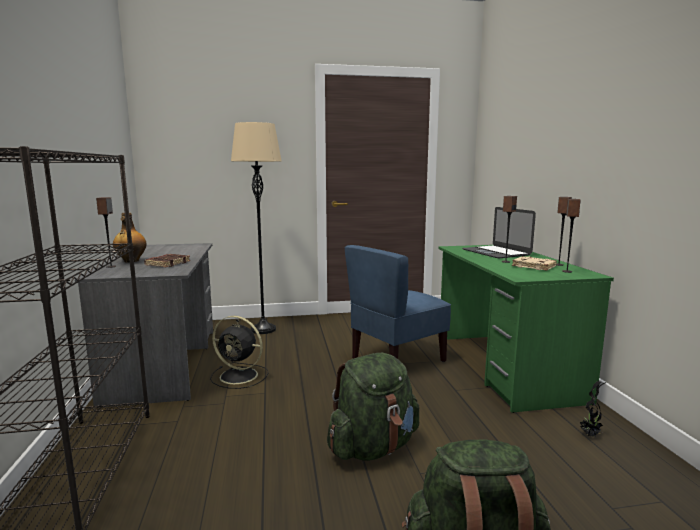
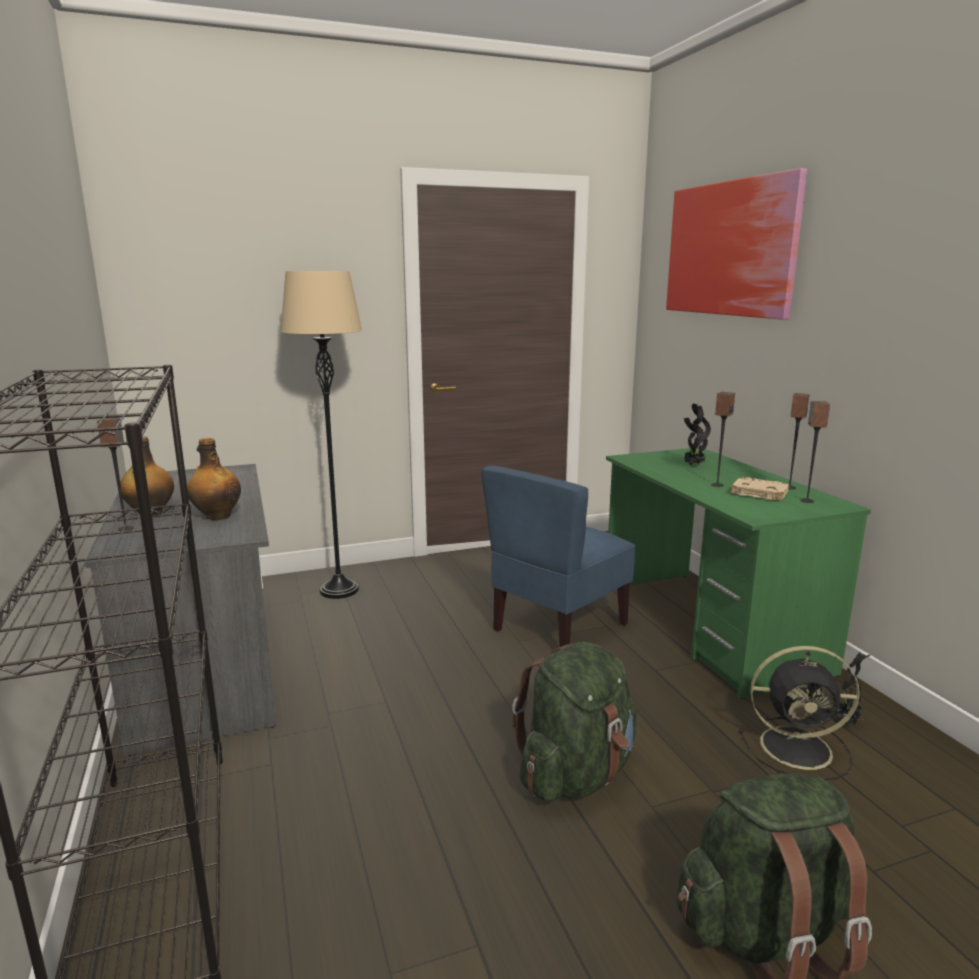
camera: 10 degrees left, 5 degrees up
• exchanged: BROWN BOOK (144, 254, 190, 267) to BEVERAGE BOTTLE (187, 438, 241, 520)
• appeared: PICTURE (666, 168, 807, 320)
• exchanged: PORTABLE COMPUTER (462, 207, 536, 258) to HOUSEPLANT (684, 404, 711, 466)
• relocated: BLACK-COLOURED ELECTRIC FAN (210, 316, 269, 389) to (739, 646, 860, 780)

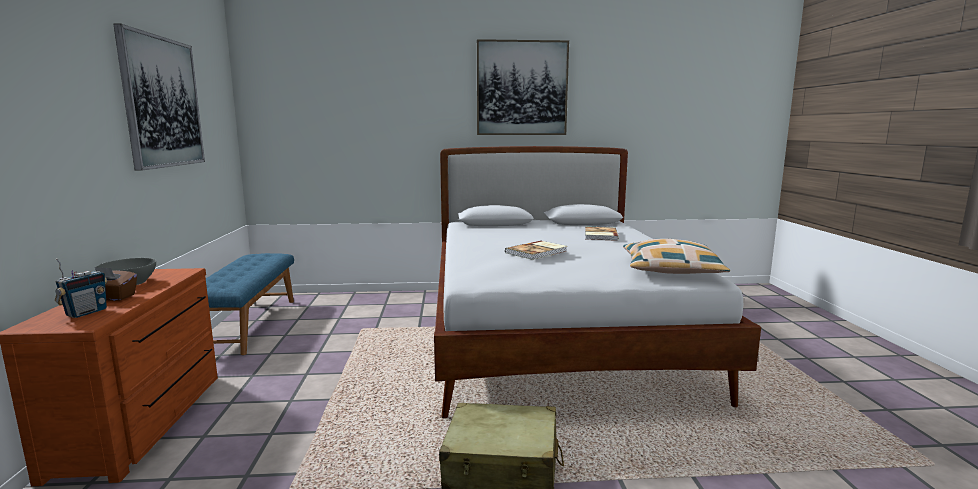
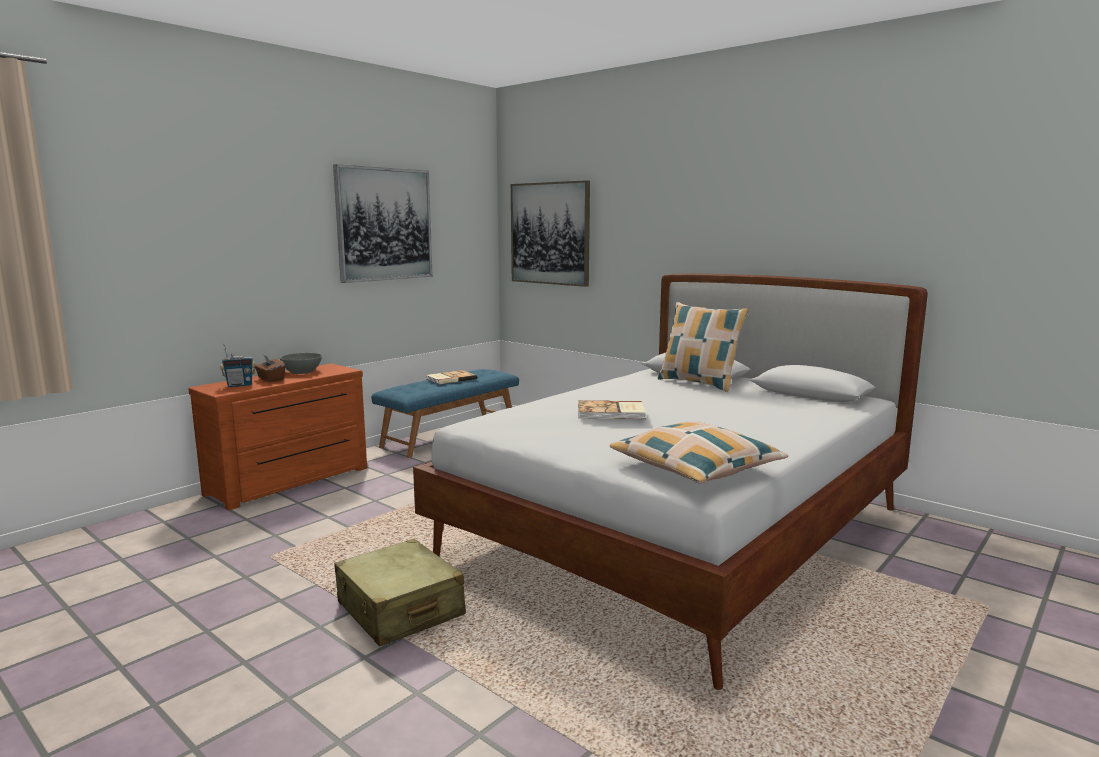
camera: 45 degrees right, 0 degrees up
• relocated: BOOK (585, 227, 619, 241) to (426, 370, 477, 384)
• relocated: PICTURE (477, 39, 569, 135) to (511, 180, 590, 287)
• appeared: PILLOW (658, 302, 748, 392)

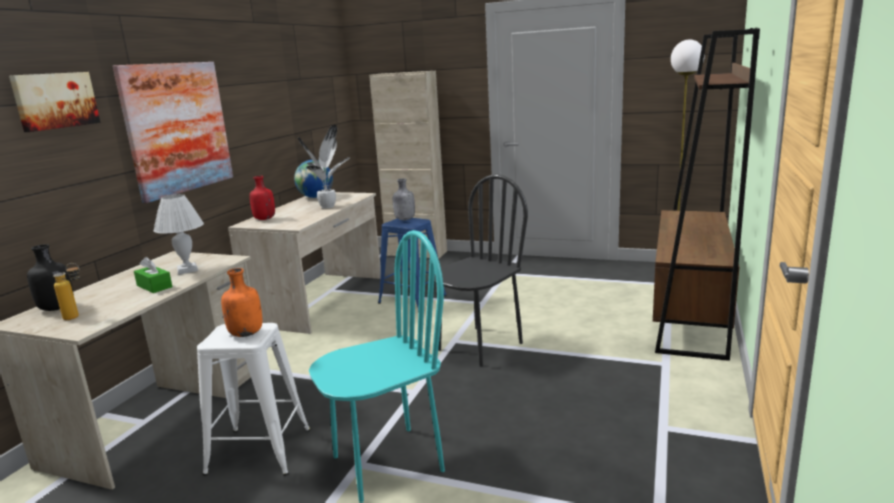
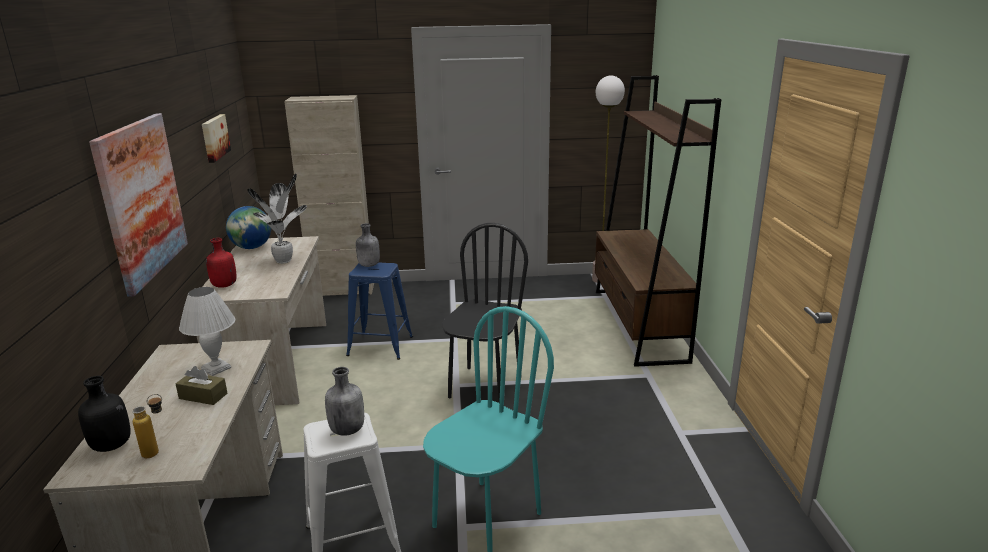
camera: 25 degrees left, 5 degrees up
• colour: GREENISH TISSUE BOX (134, 257, 173, 293) to BROWN TISSUE BOX (175, 366, 228, 405)
• relocated: PICTURE (9, 72, 101, 132) to (202, 114, 231, 163)
• colour: ORANGE BEVERAGE BOTTLE (221, 268, 262, 337) to GRAY BEVERAGE BOTTLE (325, 367, 364, 436)

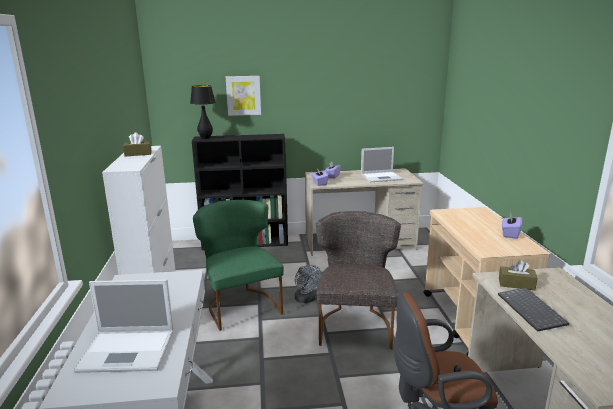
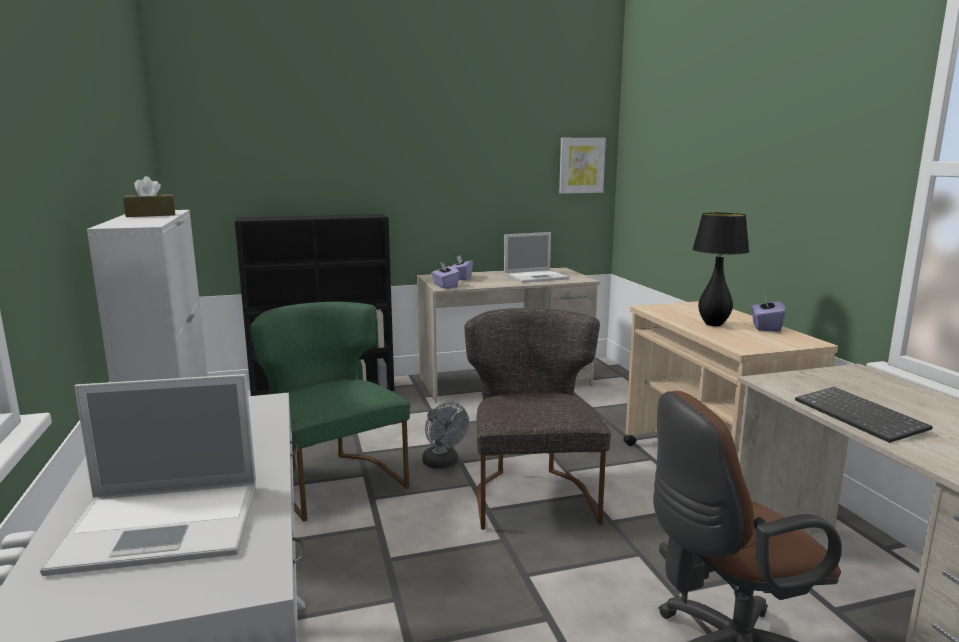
camera: 10 degrees left, 5 degrees down
• relocated: PICTURE (226, 76, 261, 116) to (559, 138, 606, 194)
• relocated: BLACK-COLOURED LAMP FOR A TABLE (190, 85, 216, 139) to (693, 213, 749, 326)
• missing: BROWN TISSUE BOX (499, 260, 537, 290)

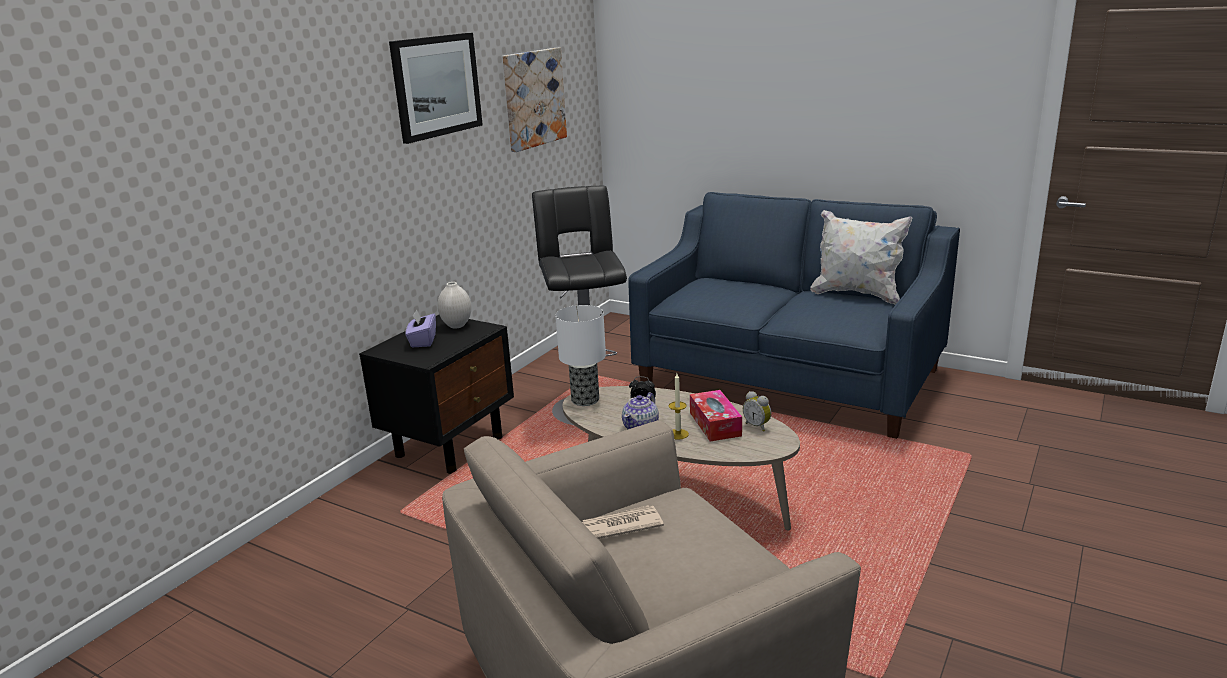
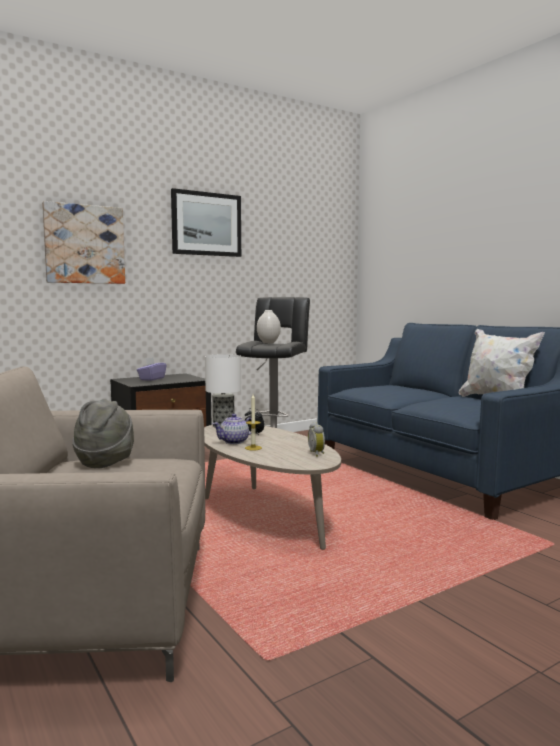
camera: 25 degrees right, 15 degrees down
• relocated: PICTURE (502, 48, 567, 152) to (42, 201, 125, 284)
• exchanged: NEWSPAPER (582, 505, 664, 539) to GRAY CLOTHING HAT (72, 399, 134, 468)
• relocated: WHITE DECORATIVE VASE (438, 282, 472, 328) to (257, 310, 281, 343)
• missing: TISSUE BOX (690, 390, 742, 441)

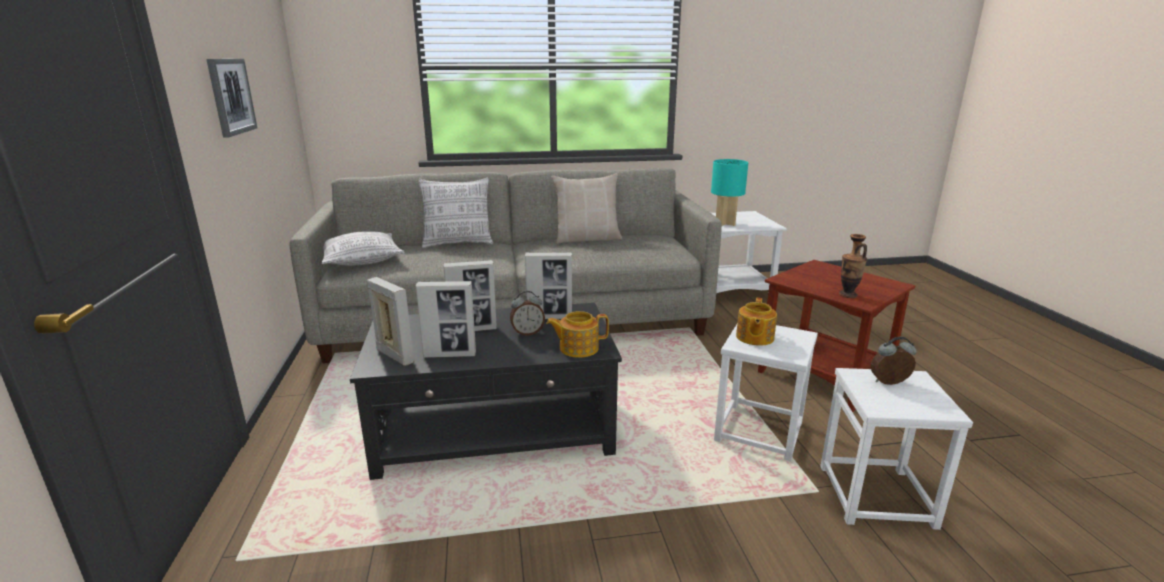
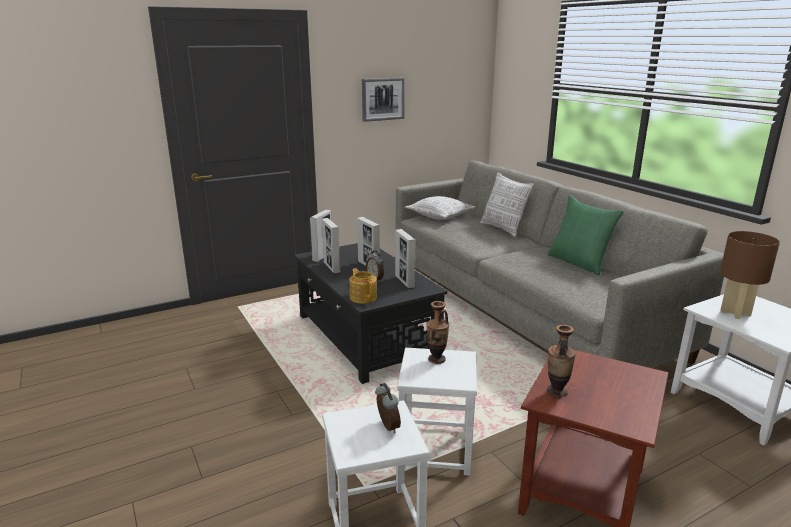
camera: 70 degrees right, 0 degrees up
• exchanged: TEA POT (736, 298, 777, 346) to DECORATIVE VASE (426, 301, 449, 364)
• colour: BEIGE PILLOW (552, 173, 622, 244) to GREENISH PILLOW (548, 196, 624, 275)
• colour: TURQUOISE-COLOURED LAMP FOR A TABLE (711, 159, 748, 226) to BROWN LAMP FOR A TABLE (720, 231, 780, 319)

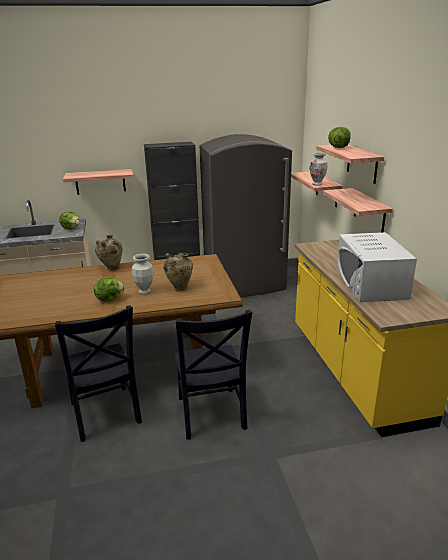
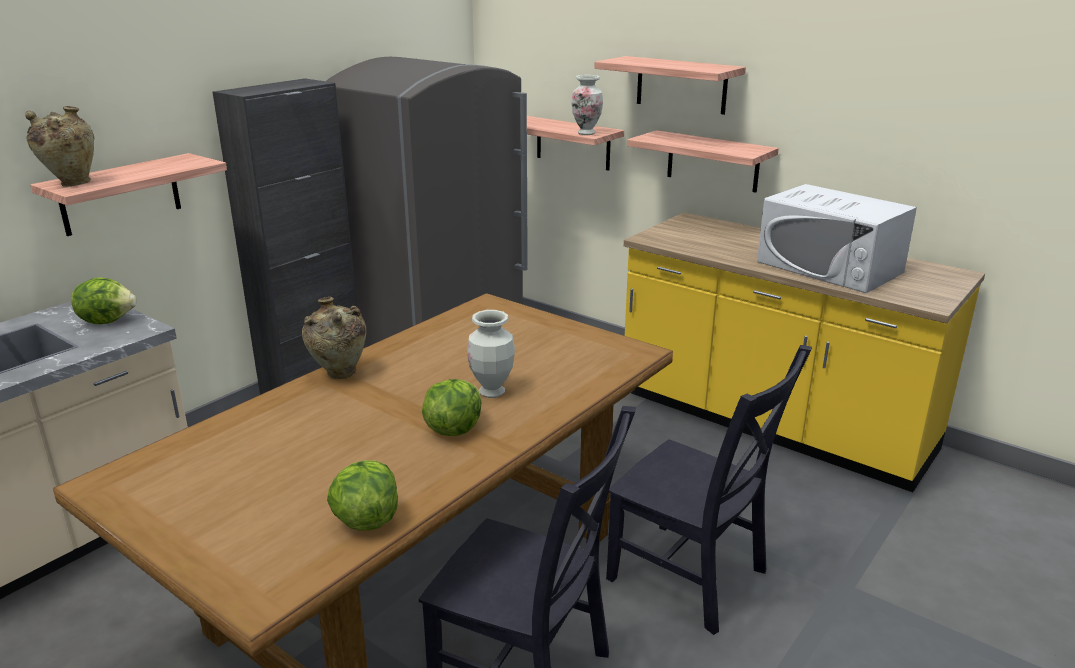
camera: 40 degrees left, 0 degrees up
• relocated: BEIGE DECORATIVE VASE (163, 253, 193, 291) to (25, 106, 94, 187)
• relocated: HEAD OF LETTUCE (328, 127, 351, 148) to (327, 460, 398, 531)

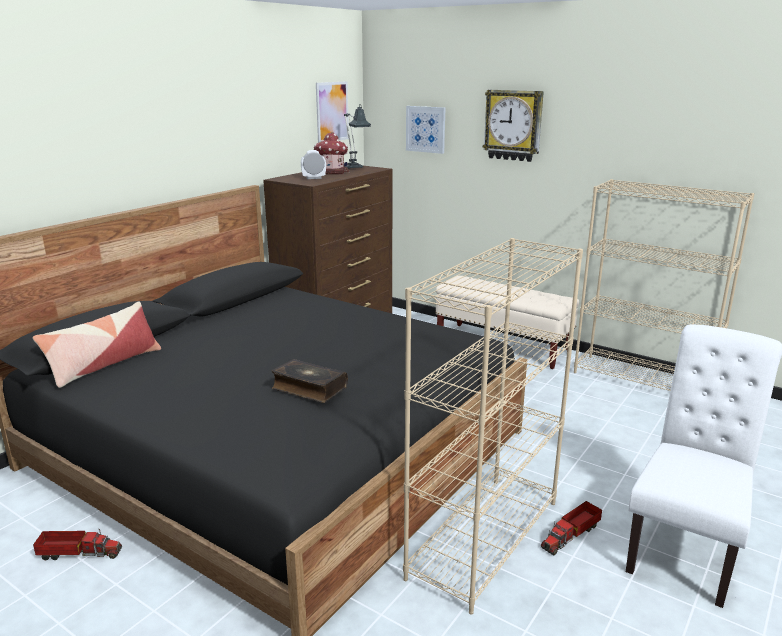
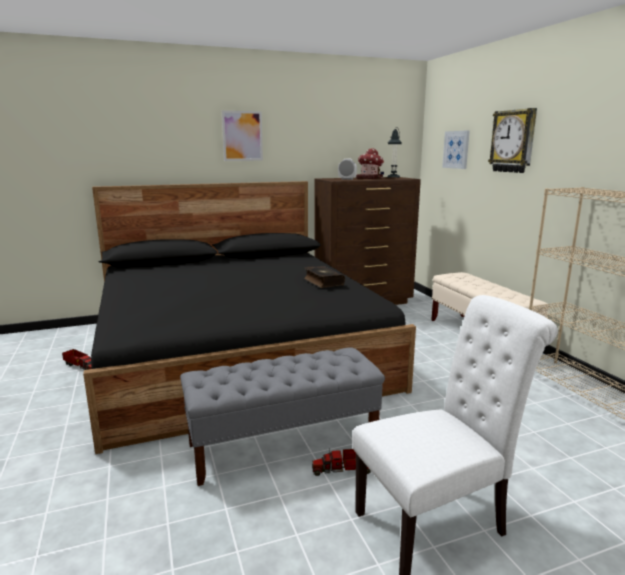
camera: 35 degrees right, 5 degrees down
• exchanged: BEIGE BOOKSHELF (403, 238, 583, 615) to GRAY BENCH (180, 347, 385, 486)
• relocated: PICTURE (316, 81, 349, 143) to (222, 110, 263, 161)
• relocated: BOOK (272, 359, 348, 403) to (304, 266, 345, 288)
• missing: PILLOW (33, 301, 161, 388)

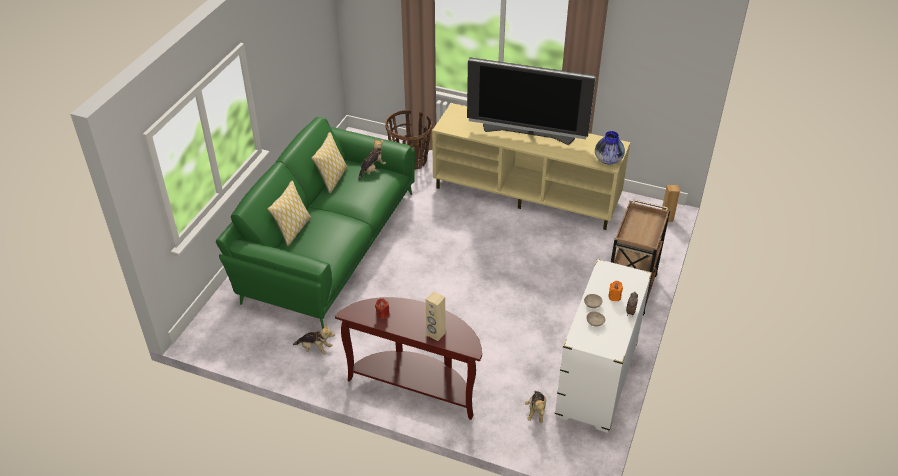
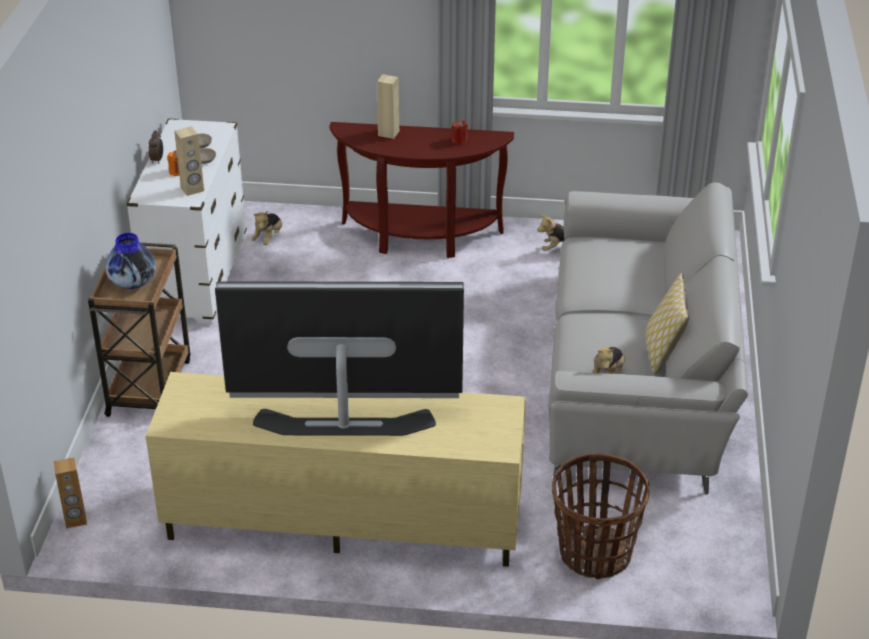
camera: 165 degrees right, 5 degrees down
• relocated: DECORATIVE VASE (595, 131, 625, 164) to (105, 233, 156, 289)
• appeared: BEIGE SPEAKER (174, 127, 204, 196)
• spun: CUDDLY TOY (525, 391, 546, 423) = (251, 211, 283, 245) 150 degrees counterclockwise
• colour: GREENISH SETTEE (216, 117, 416, 329) to GRAY SETTEE (548, 182, 748, 495)
• missing: PILLOW (267, 181, 311, 246)

